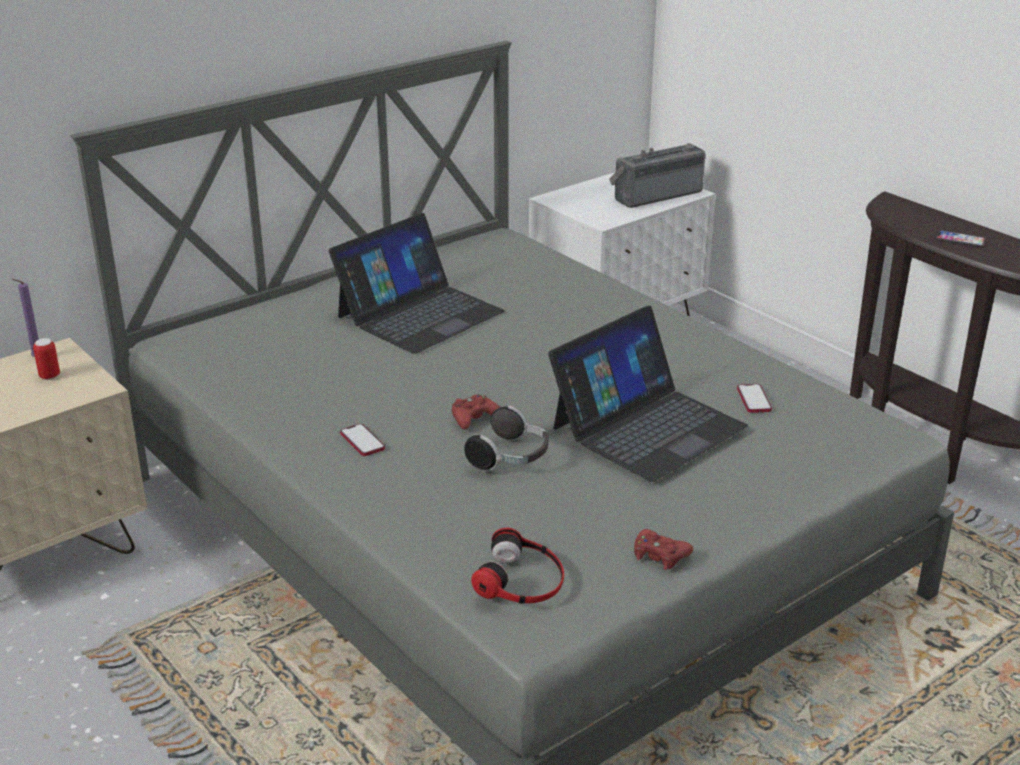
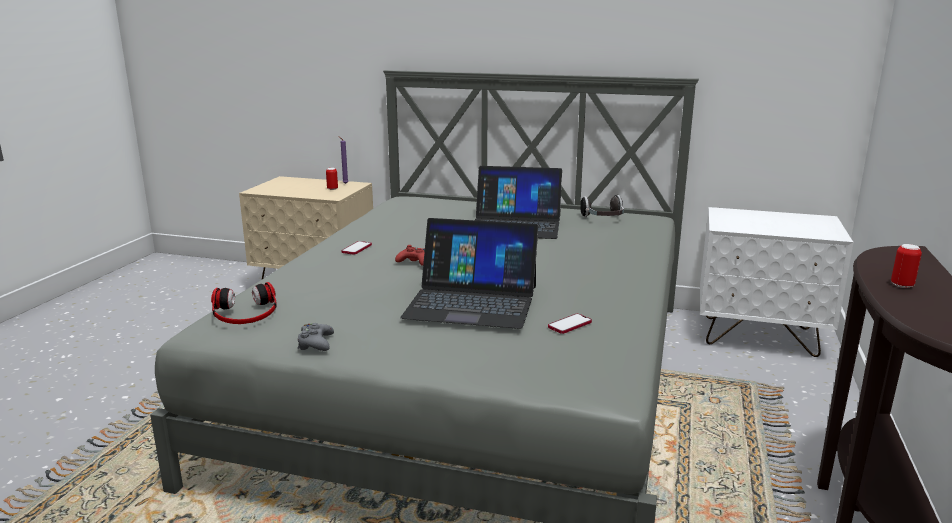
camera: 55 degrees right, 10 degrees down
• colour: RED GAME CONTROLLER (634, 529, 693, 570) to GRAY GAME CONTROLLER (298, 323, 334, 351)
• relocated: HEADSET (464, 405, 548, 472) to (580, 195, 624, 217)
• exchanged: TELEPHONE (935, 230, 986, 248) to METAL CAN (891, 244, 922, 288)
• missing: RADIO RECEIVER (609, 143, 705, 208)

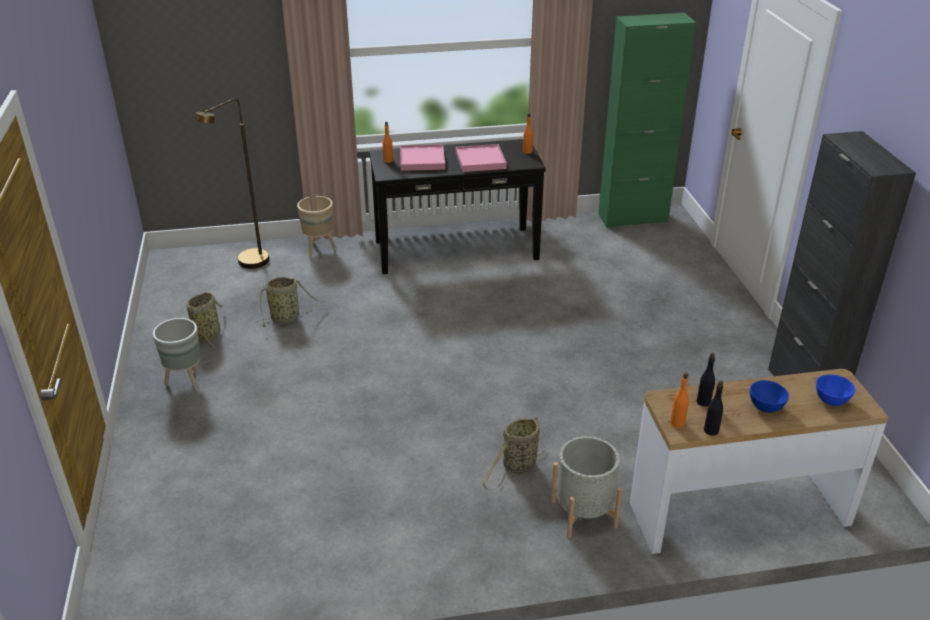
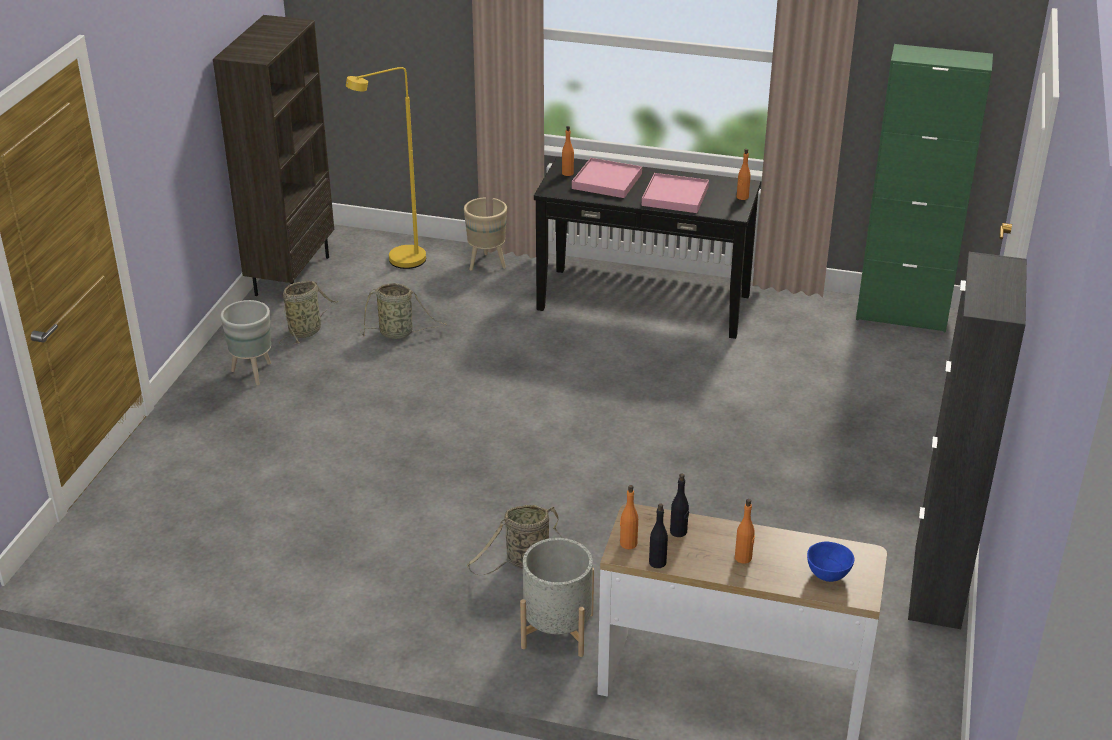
camera: 25 degrees right, 0 degrees up
• appeared: BROWN BOOKSHELF (213, 15, 334, 296)
• colour: BROWN STANDING LAMP (195, 98, 269, 269) to YELLOW-COLOURED STANDING LAMP (346, 67, 426, 269)
• exchanged: BLUE-COLOURED BOWL (750, 380, 789, 413) to ORANGE BEVERAGE BOTTLE (735, 499, 755, 564)

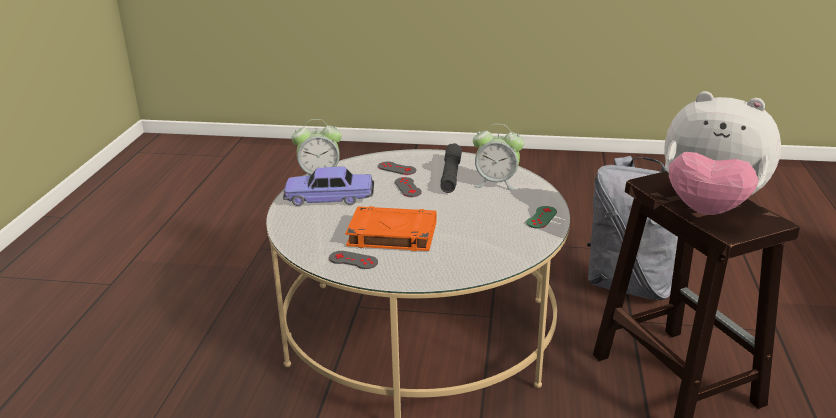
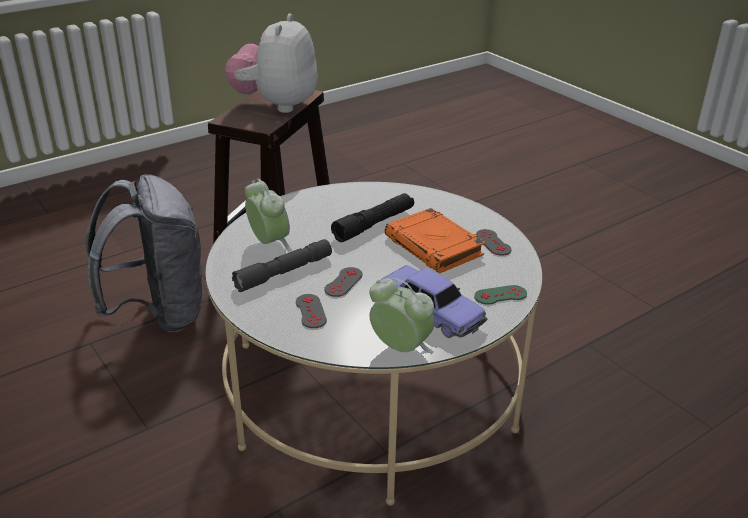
camera: 135 degrees left, 5 degrees up
• spun: CUDDLY TOY (664, 91, 781, 215) = (225, 13, 318, 113) 150 degrees counterclockwise
• appeared: BLACK-COLOURED TORCH (331, 193, 414, 242)
• relocated: GREENISH GAME CONTROLLER (526, 206, 557, 228) to (474, 285, 527, 305)

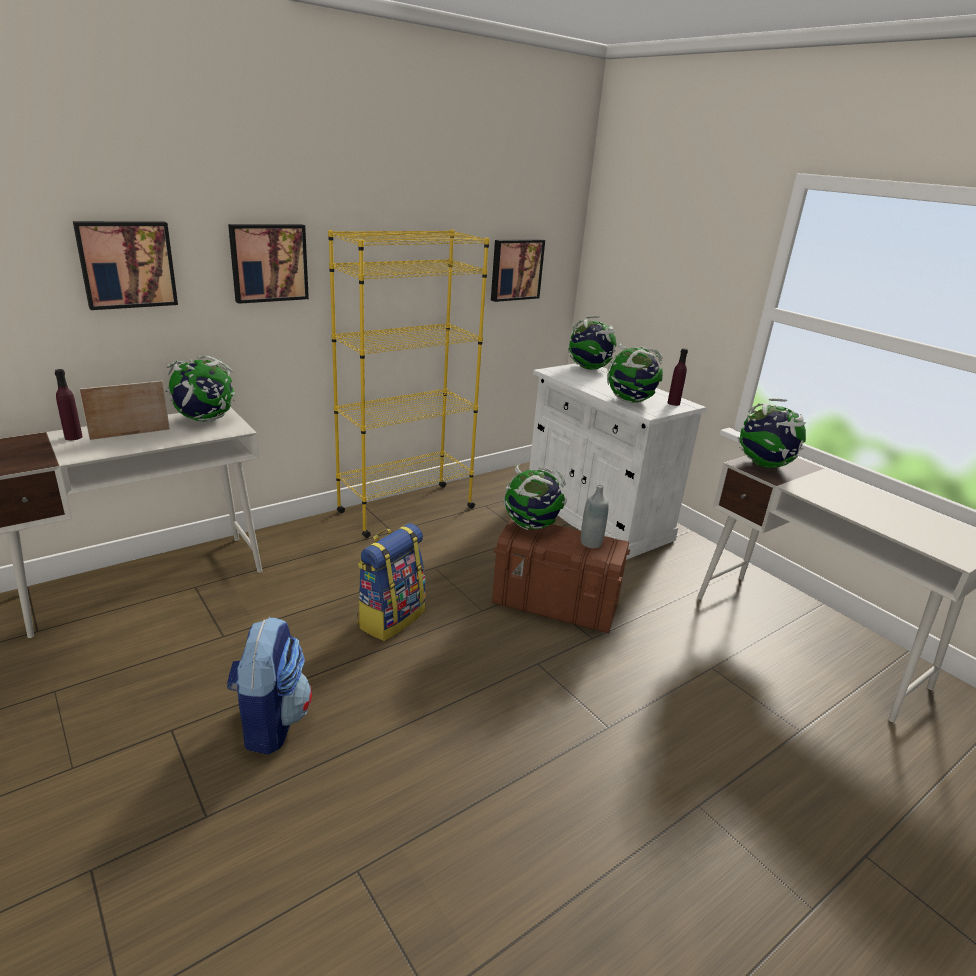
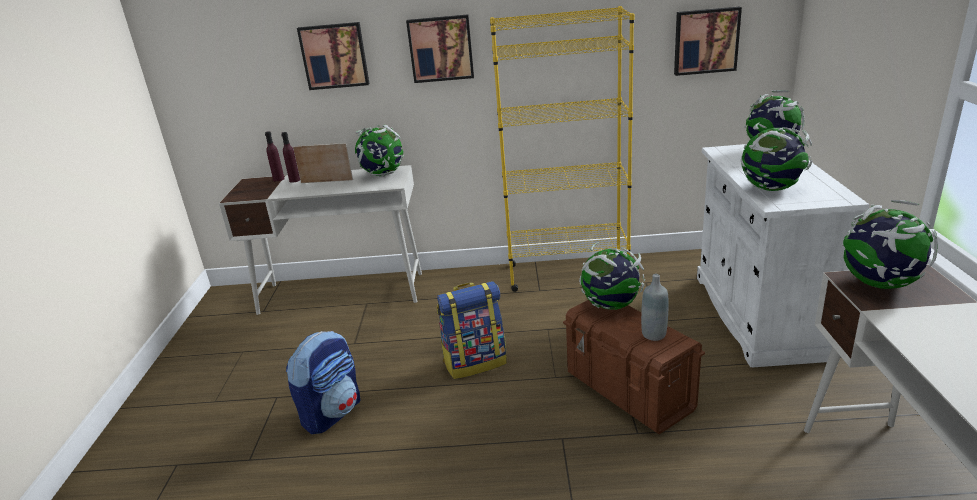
camera: 40 degrees right, 0 degrees up
• relocated: PURPLISH BEVERAGE BOTTLE (667, 348, 688, 406) to (265, 131, 285, 182)

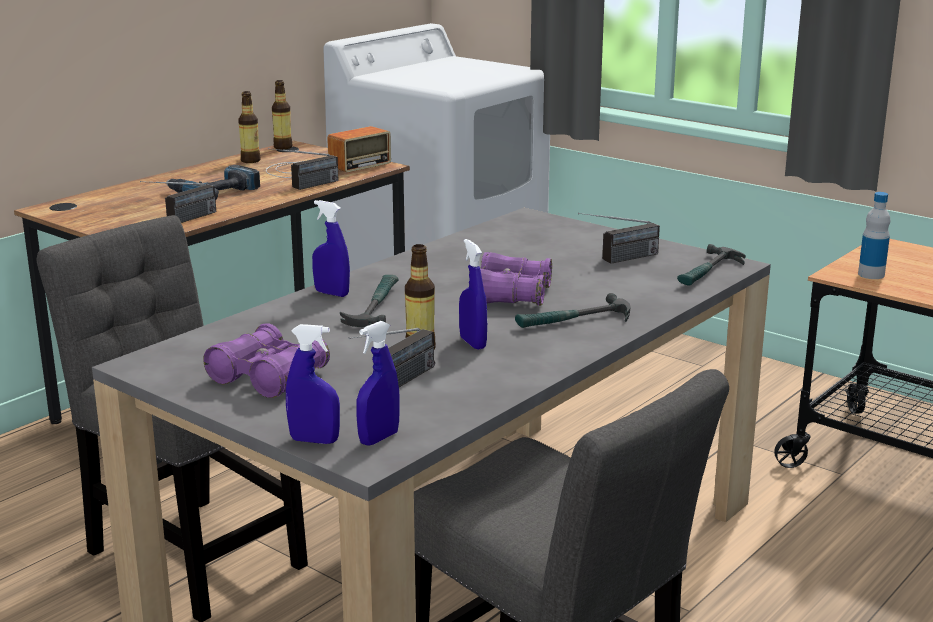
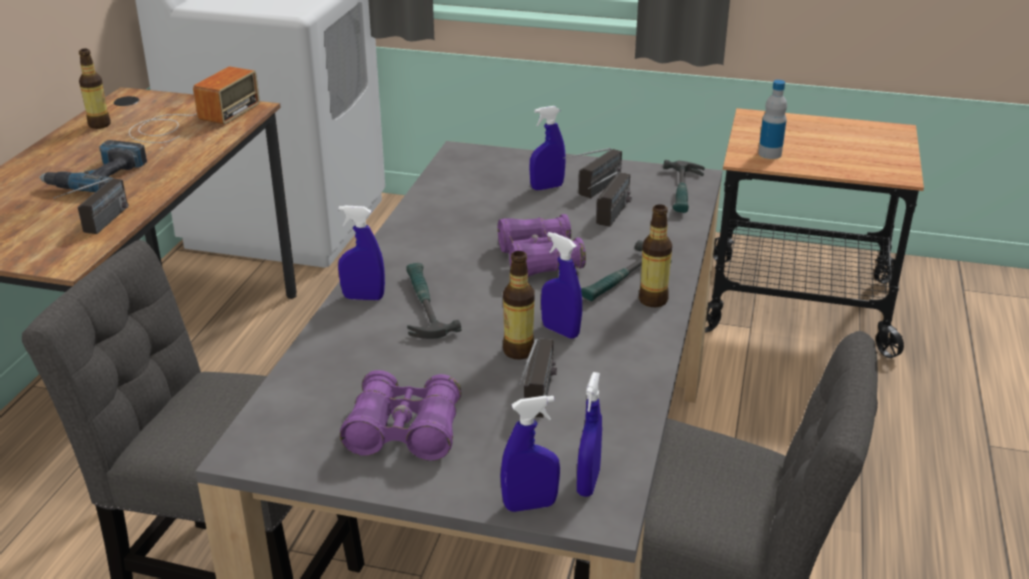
camera: 25 degrees left, 10 degrees up
• appeared: BLUE-COLOURED HAND SPRAYER (529, 106, 565, 190)
• relocated: RADIO RECEIVER (268, 148, 339, 190) to (588, 172, 632, 227)
• relocated: BEVERAGE BOTTLE (272, 80, 292, 150) to (639, 204, 672, 307)

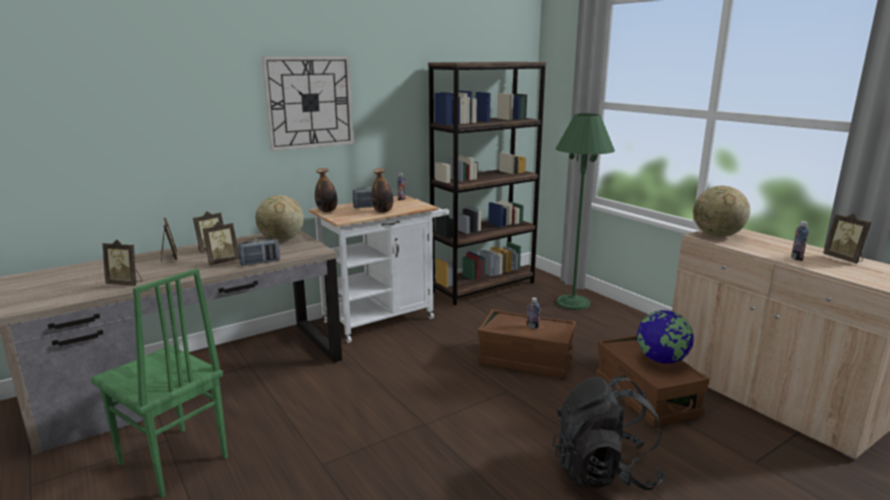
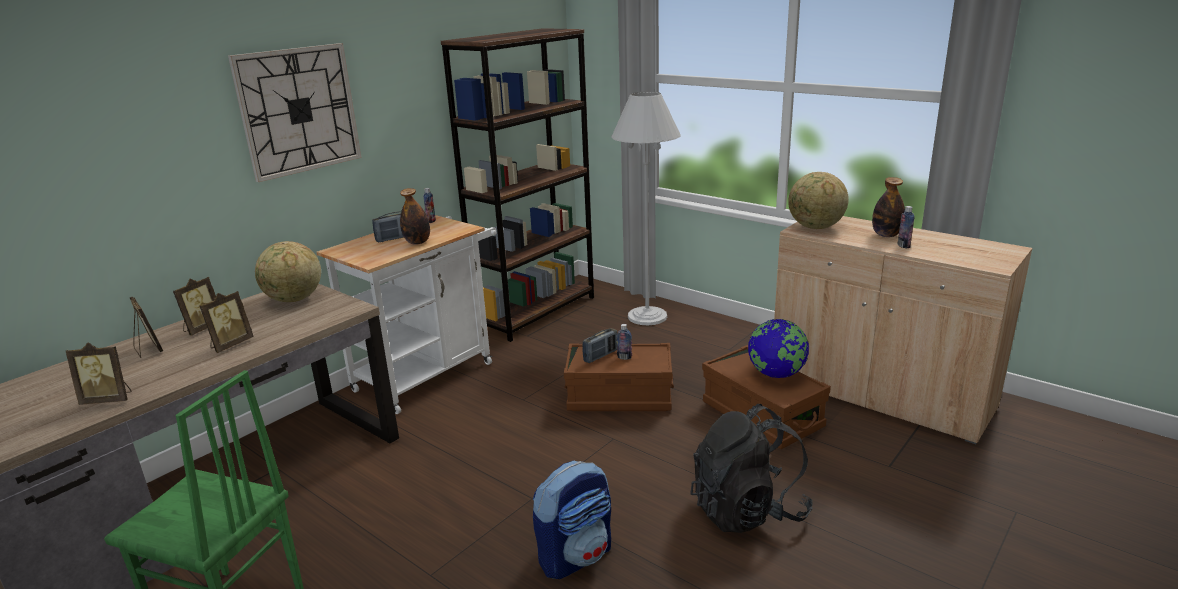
camera: 15 degrees left, 5 degrees up
• appeared: RUCKSACK (533, 461, 611, 579)
• relocated: RADIO RECEIVER (238, 238, 280, 266) to (582, 328, 617, 363)
• colour: GREENISH STANDING LAMP (556, 113, 615, 310) to WHITE STANDING LAMP (611, 91, 681, 325)
• relocated: BEVERAGE BOTTLE (315, 168, 338, 212) to (872, 177, 905, 237)
• missing: PICTURE FRAME (823, 213, 871, 263)

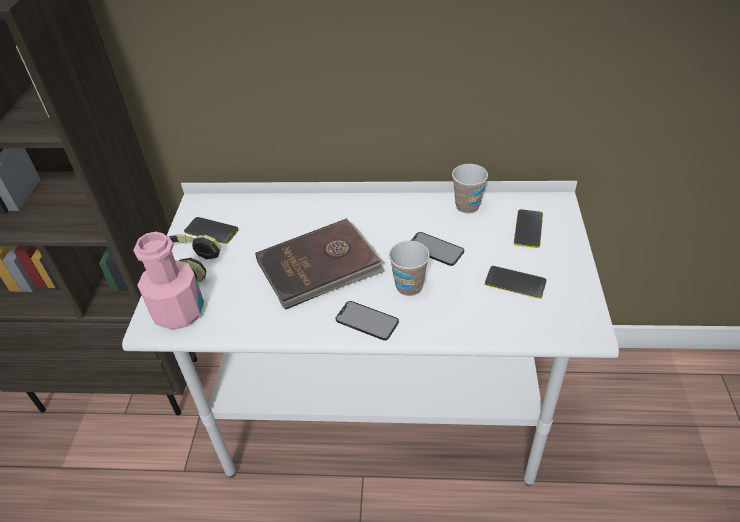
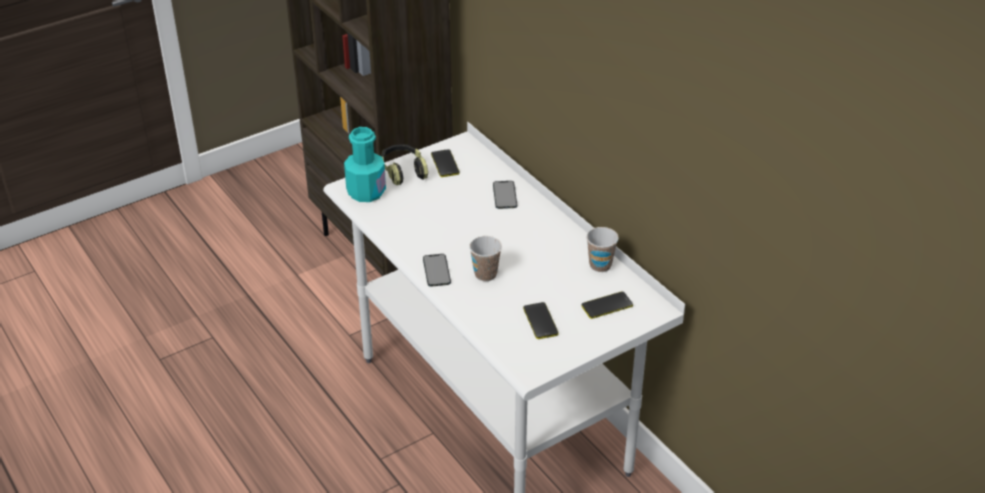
camera: 50 degrees right, 5 degrees down
• colour: PINK-COLOURED BEVERAGE BOTTLE (133, 232, 204, 330) to TURQUOISE-COLOURED BEVERAGE BOTTLE (344, 127, 386, 202)
• relocated: TELEPHONE (411, 232, 464, 266) to (493, 181, 517, 209)
• missing: BROWN BOOK (255, 218, 385, 310)

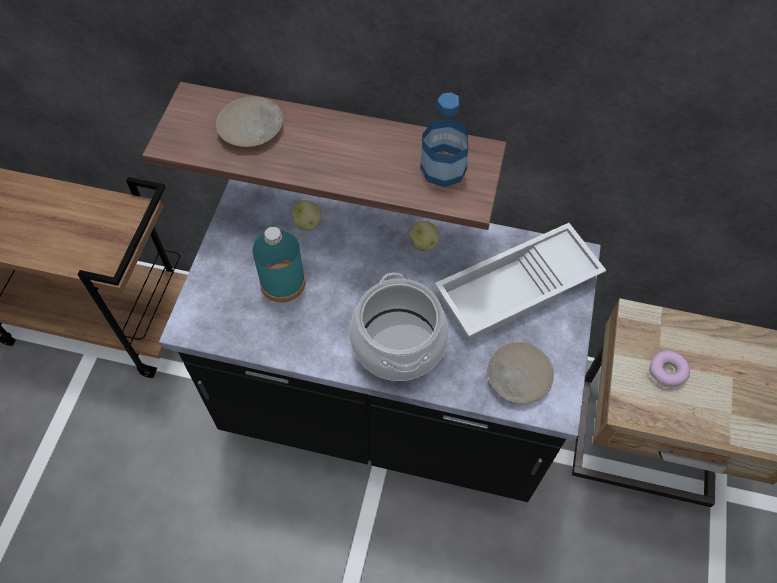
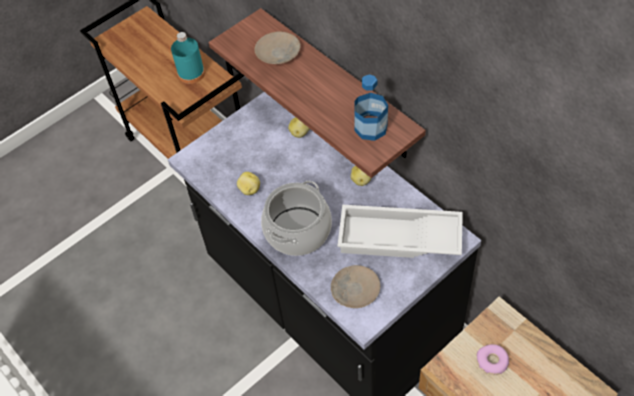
camera: 40 degrees right, 5 degrees down
• relocated: TURQUOISE-COLOURED BEVERAGE BOTTLE (252, 227, 306, 303) to (171, 32, 205, 84)
• appeared: WHOLE POTATO (237, 172, 260, 195)

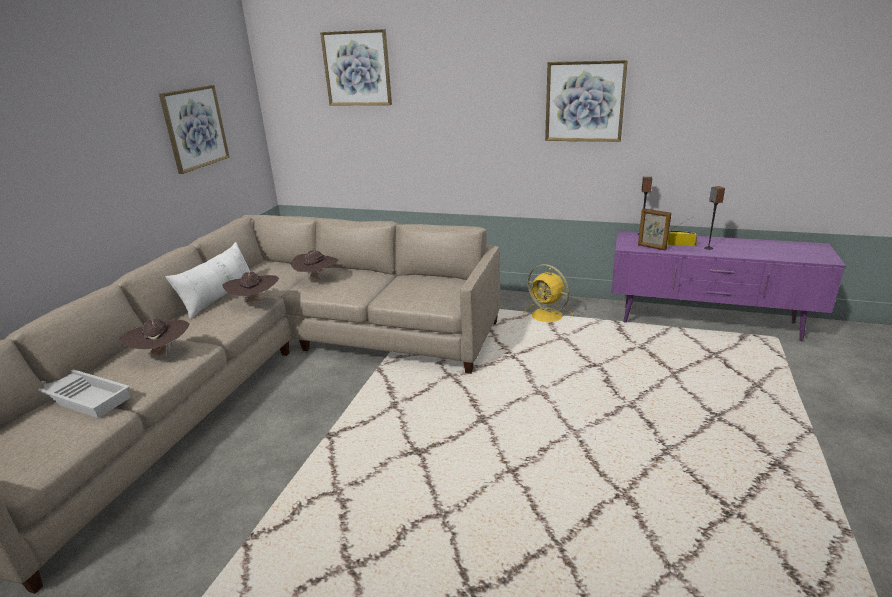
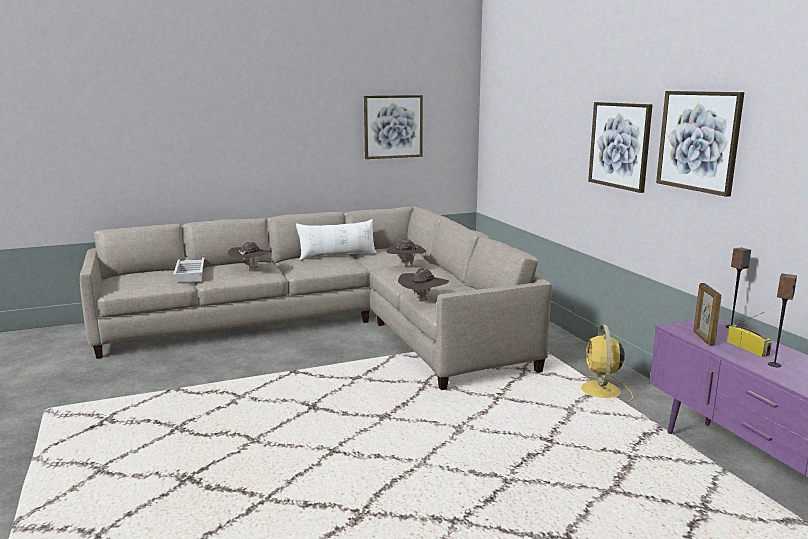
camera: 50 degrees right, 10 degrees down
• relocated: BROWN CLOTHING HAT (222, 271, 279, 302) to (398, 268, 449, 300)
• relocated: PICTURE (320, 29, 392, 106) to (588, 102, 653, 193)

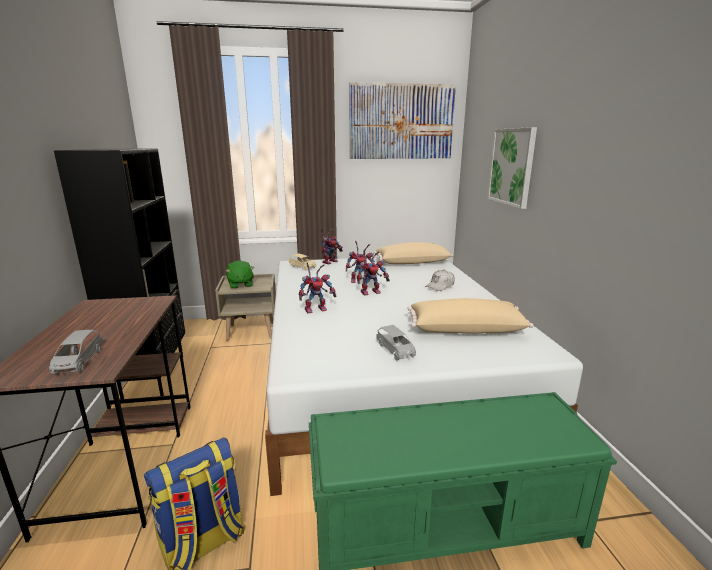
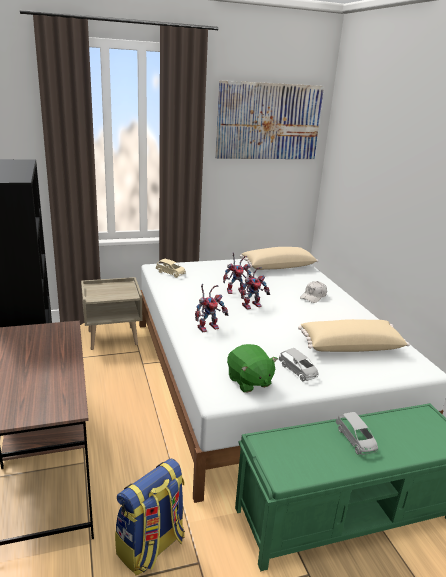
camera: 10 degrees left, 5 degrees up
• relocated: GREENISH CUDDLY TOY (226, 261, 254, 289) to (227, 344, 278, 393)
• relocated: GRAY MINIATURE CAR (49, 330, 103, 374) to (336, 412, 378, 455)
• missing: ROBOT FIGURE (321, 228, 343, 265)
• missing: PICTURE (487, 127, 537, 209)

